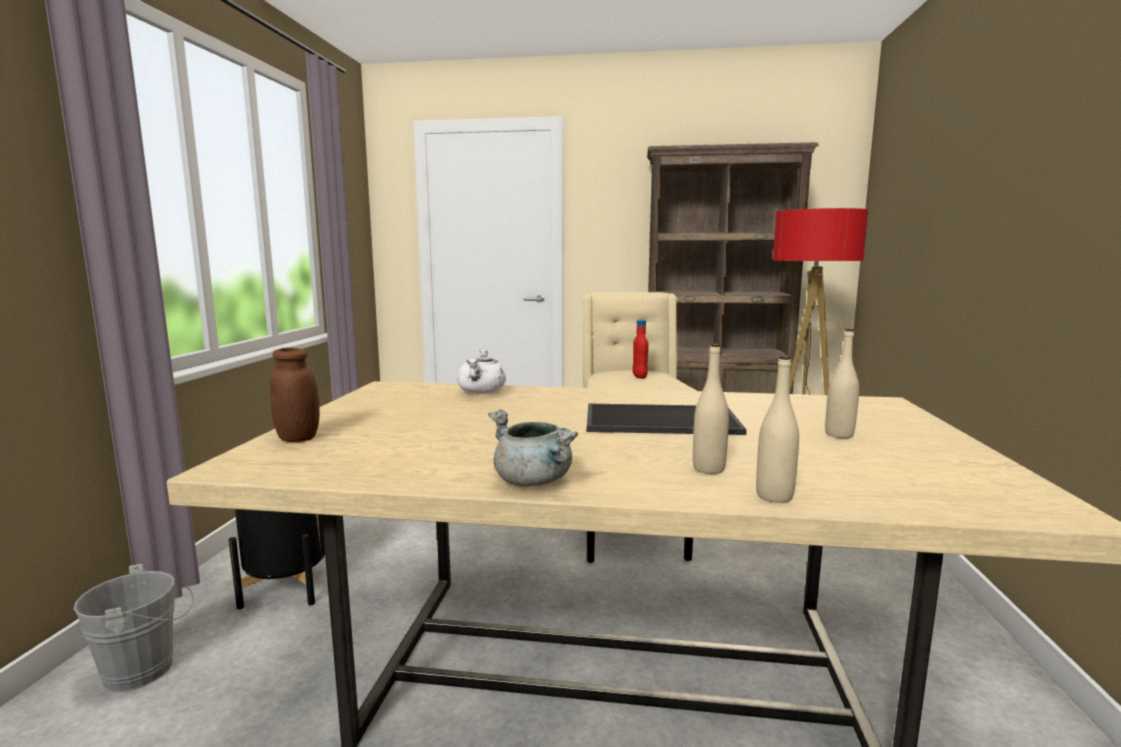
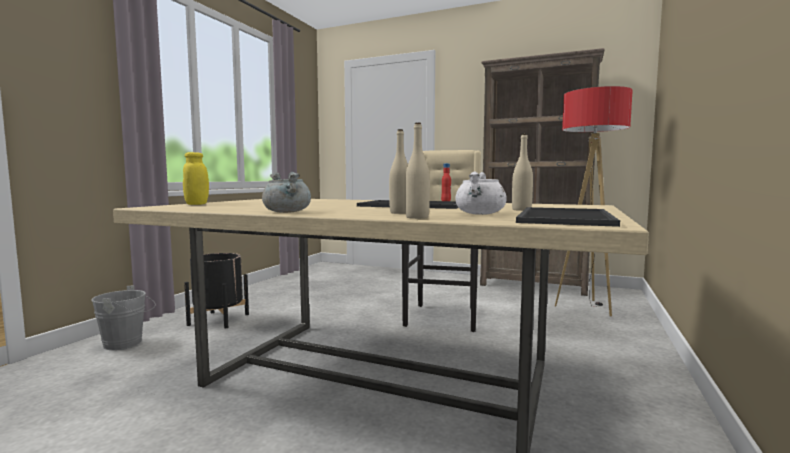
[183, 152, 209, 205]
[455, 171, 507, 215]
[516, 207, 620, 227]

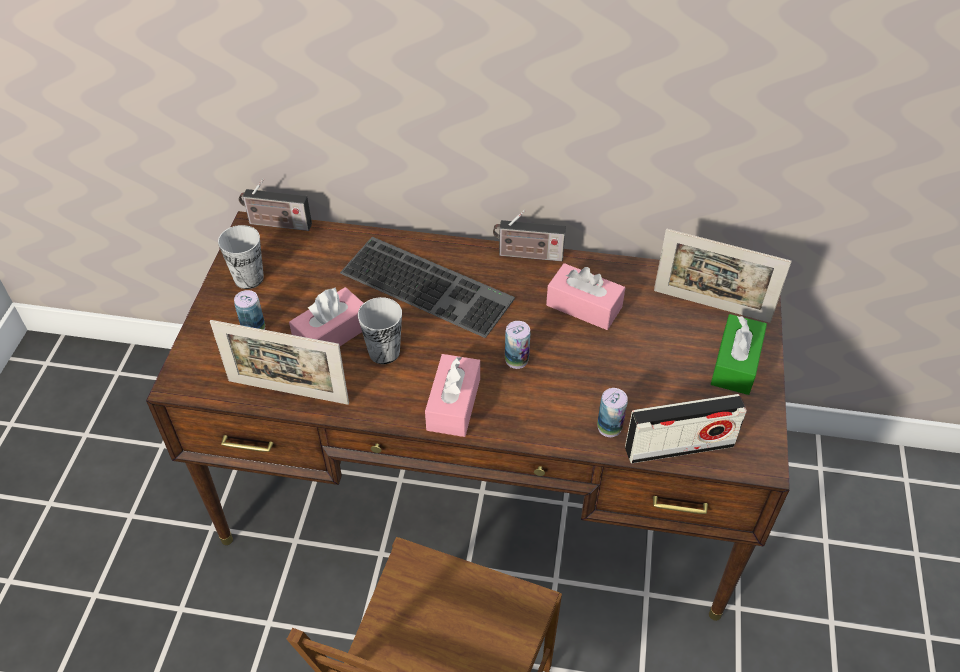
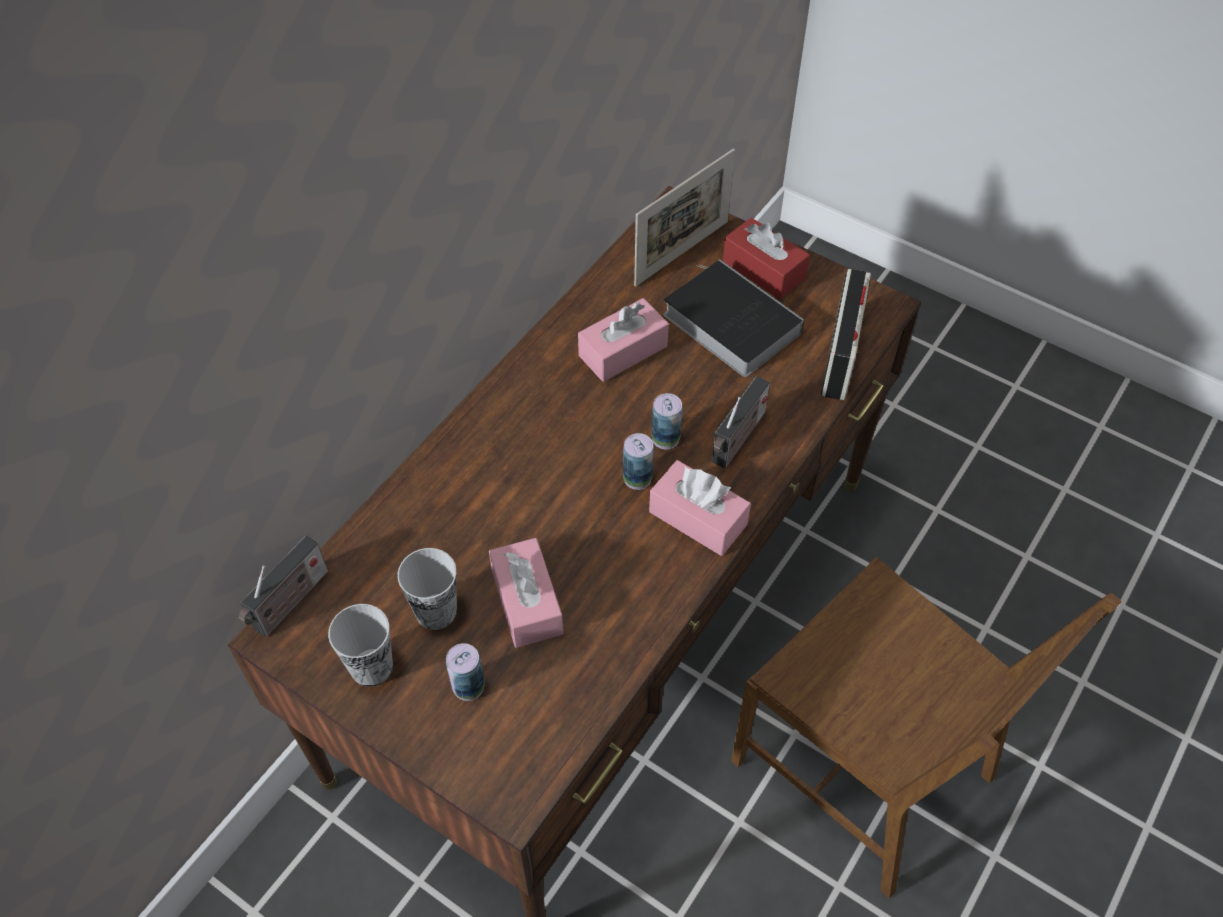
[210, 320, 349, 405] (first image)
[340, 237, 515, 338] (first image)
[397, 548, 457, 630]
[712, 376, 770, 469]
[623, 433, 654, 490]
[723, 217, 810, 299]
[663, 259, 804, 377]

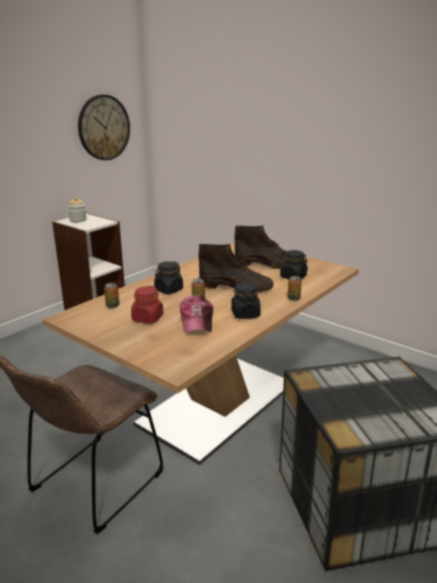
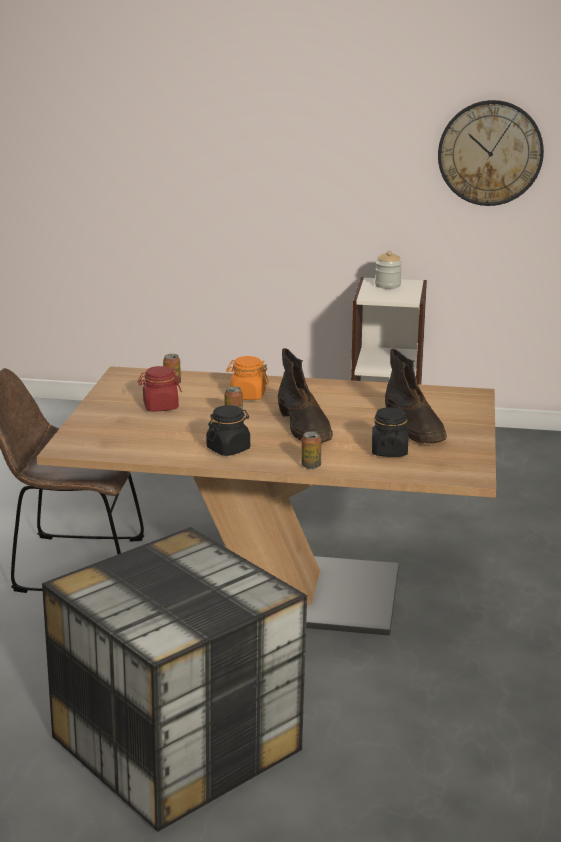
[226, 356, 269, 400]
[180, 295, 213, 333] (first image)

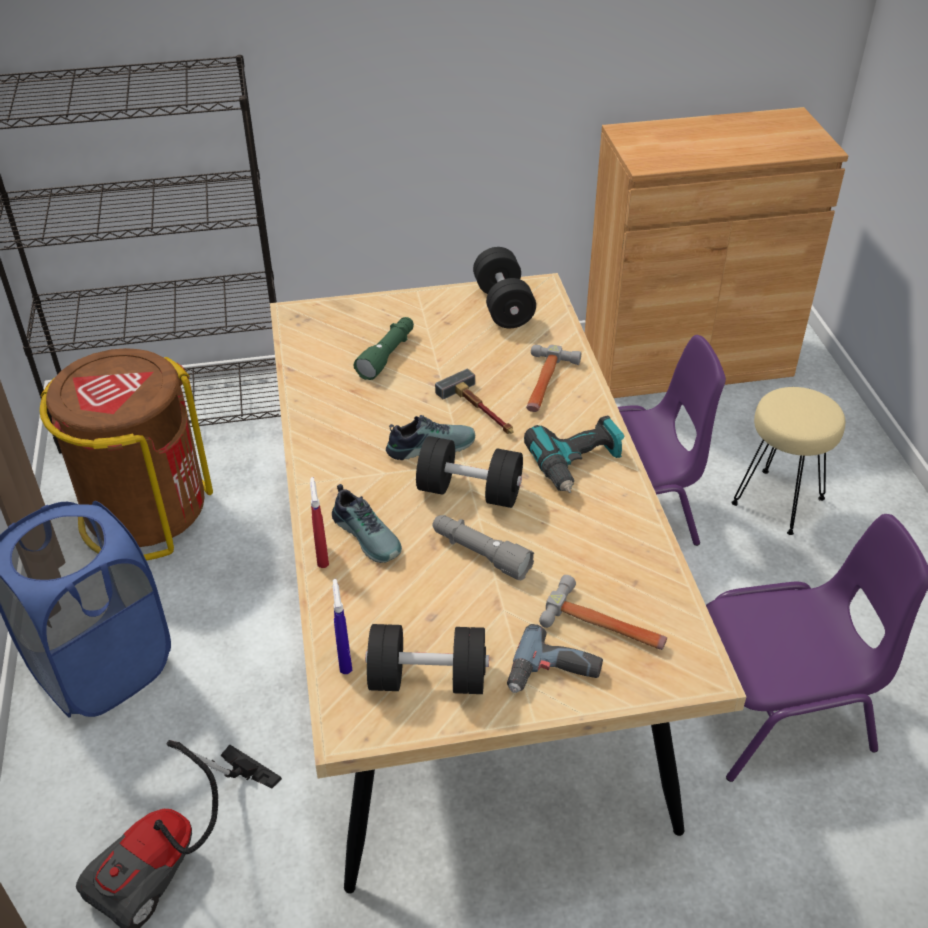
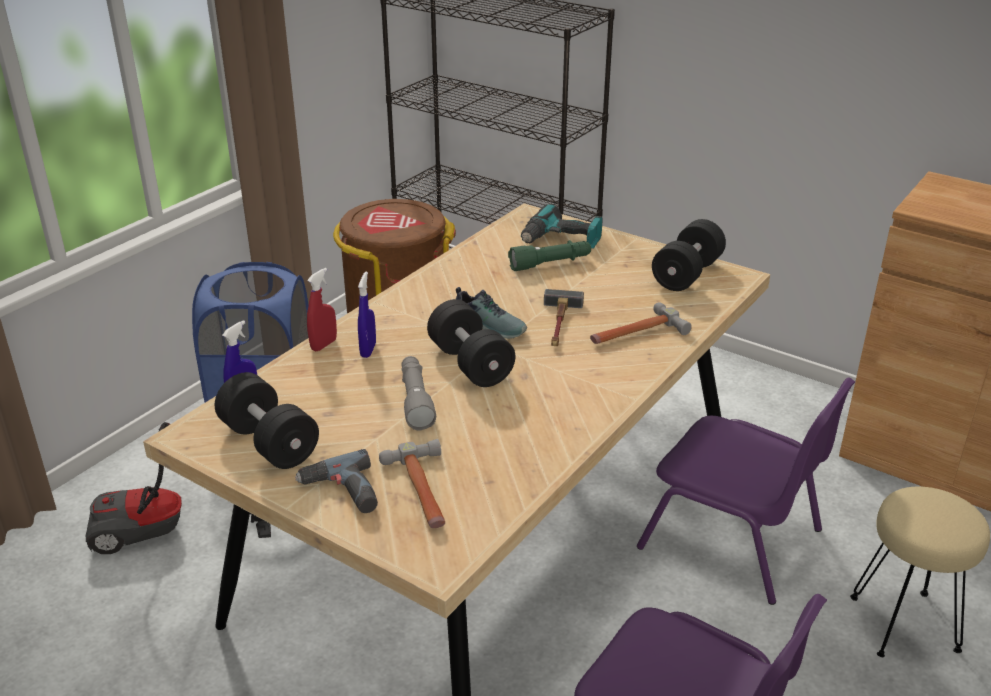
[358, 272, 376, 358]
[521, 204, 603, 249]

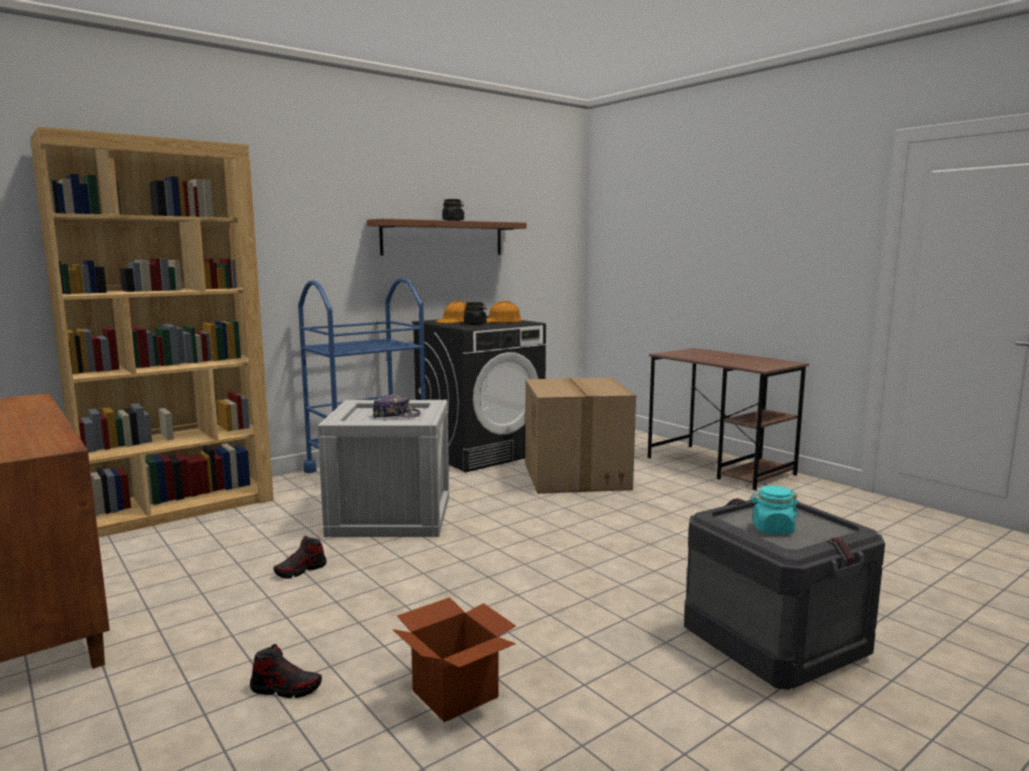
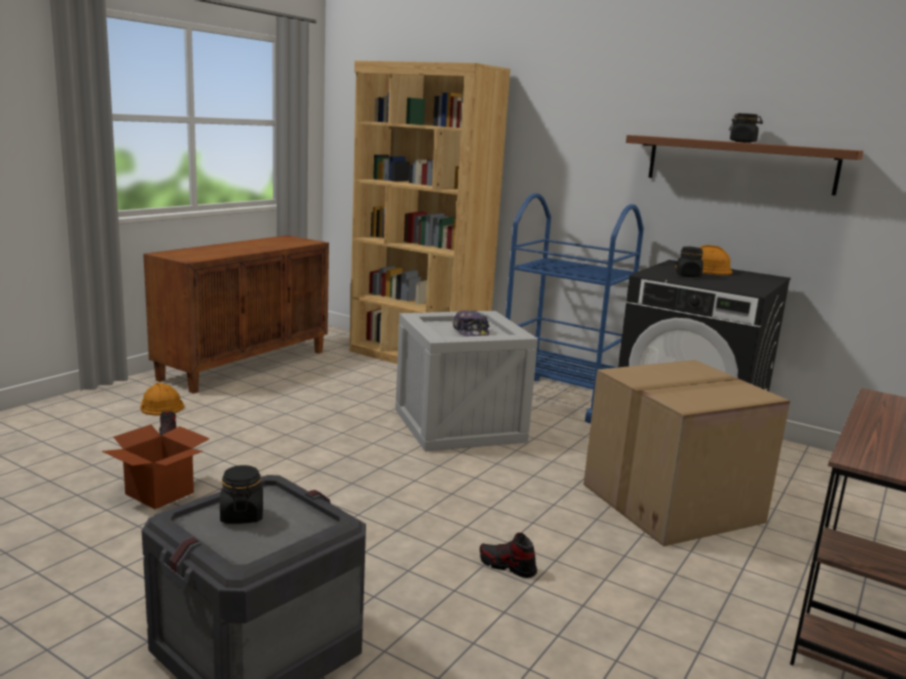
[480, 533, 537, 578]
[140, 382, 184, 416]
[220, 465, 263, 524]

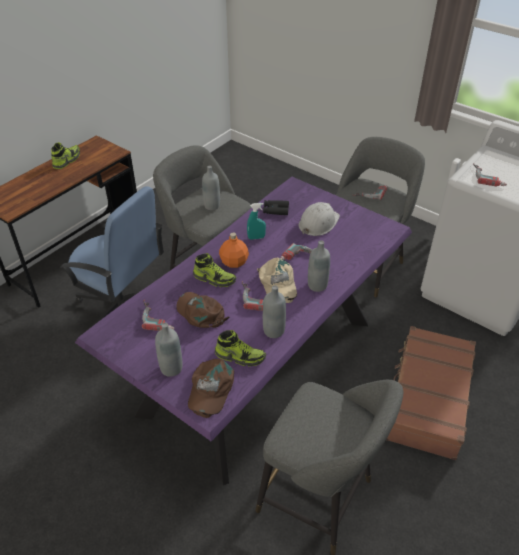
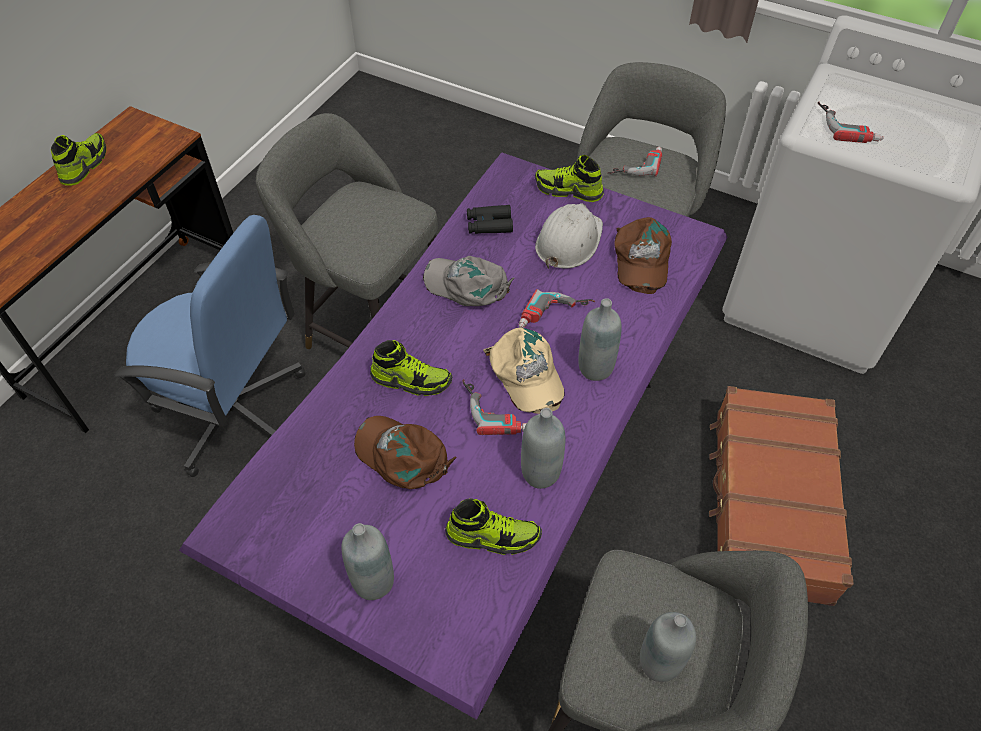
[142, 300, 175, 331] (first image)
[614, 217, 672, 294]
[640, 612, 696, 682]
[219, 233, 249, 268] (first image)
[423, 256, 514, 306]
[535, 155, 604, 202]

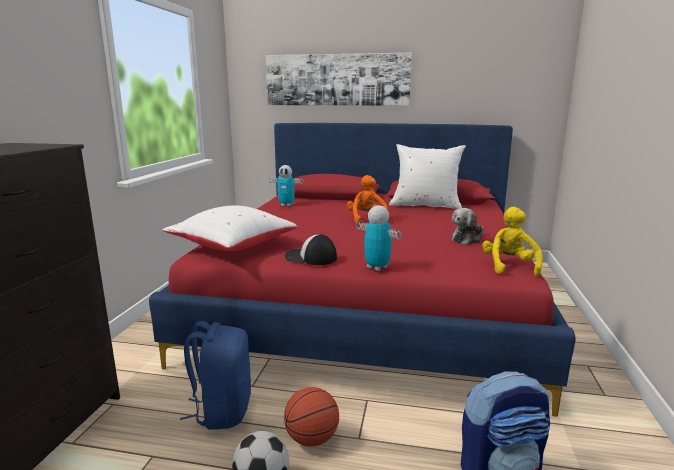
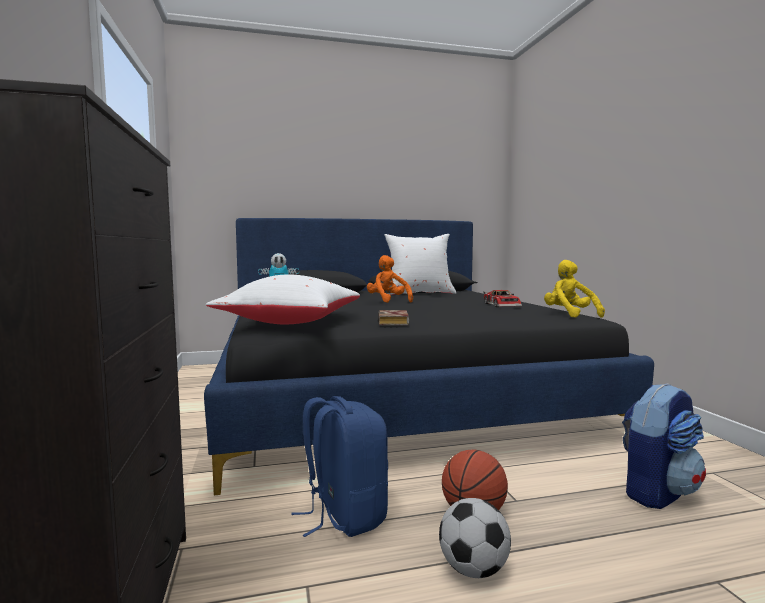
[204, 218, 654, 495]
[265, 53, 412, 106] (first image)
[378, 310, 409, 325]
[356, 205, 402, 271] (first image)
[483, 290, 522, 307]

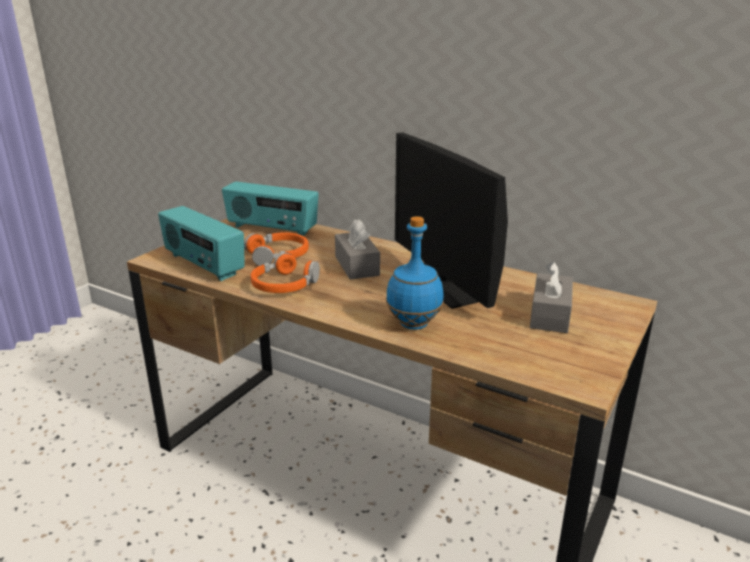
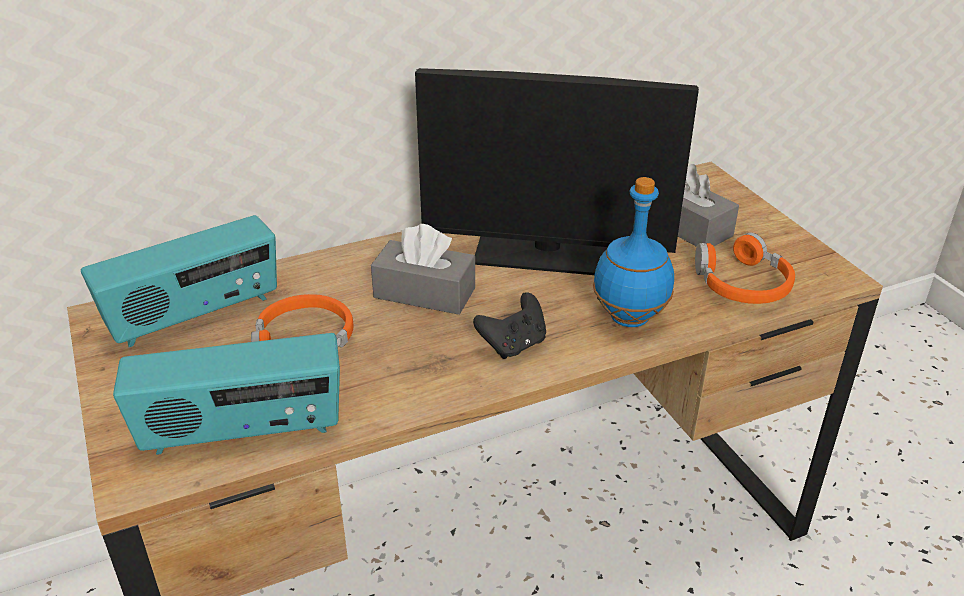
[695, 233, 795, 304]
[473, 292, 546, 359]

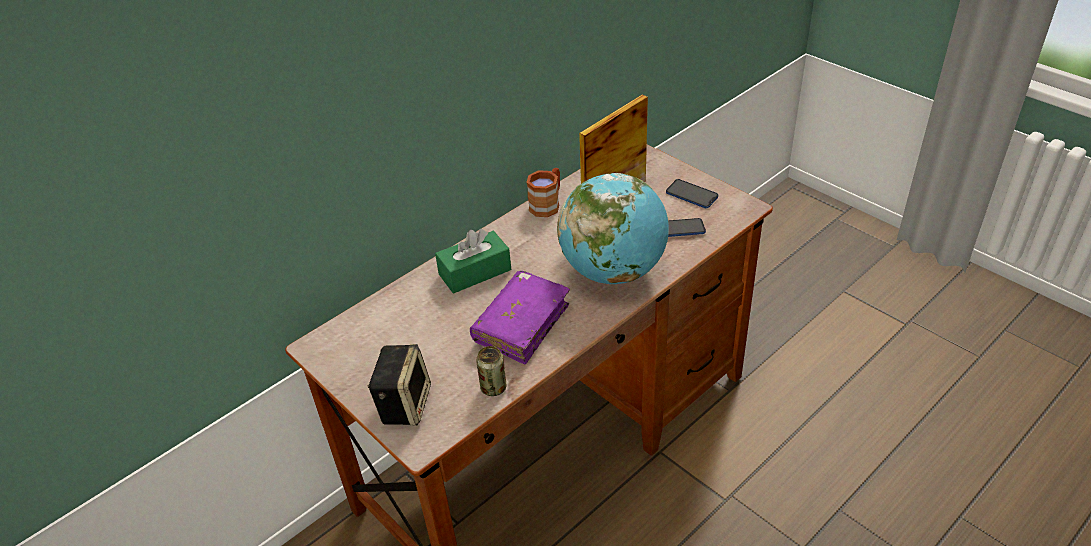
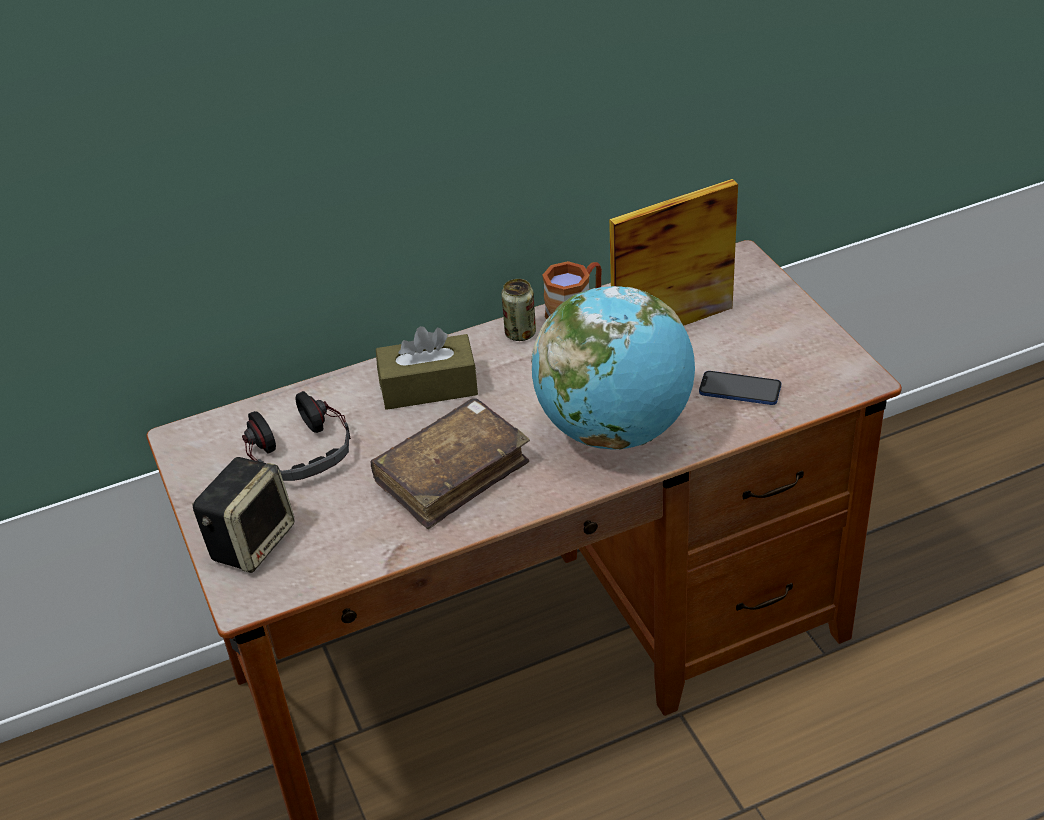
[376, 326, 478, 410]
[371, 398, 530, 529]
[501, 279, 536, 341]
[666, 179, 718, 208] (first image)
[242, 391, 351, 481]

